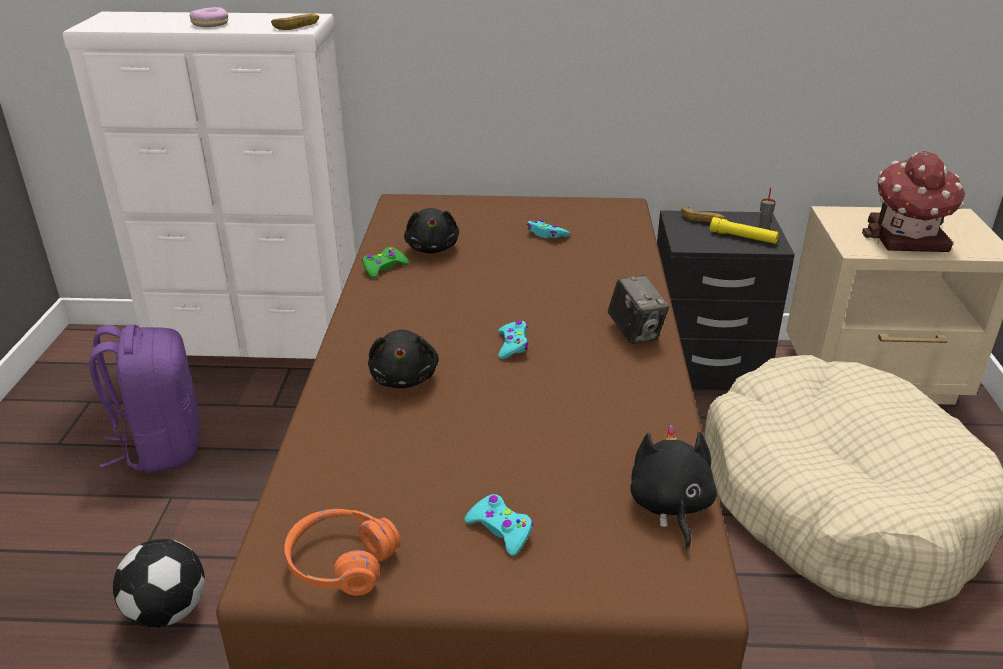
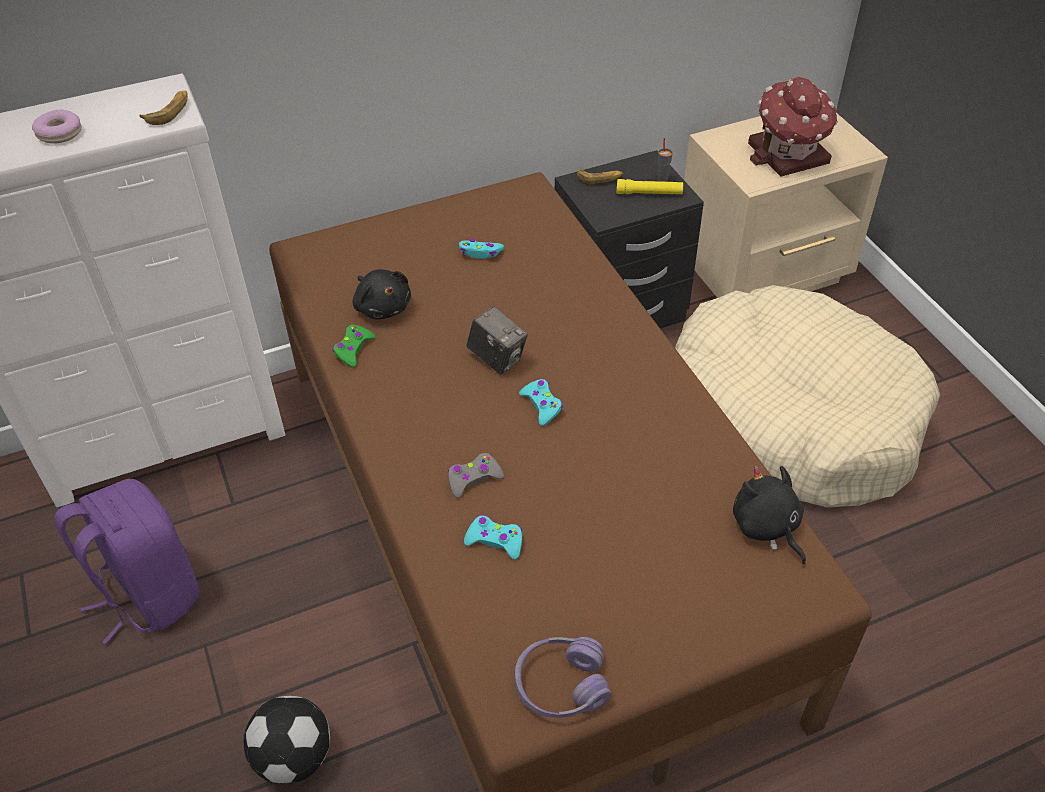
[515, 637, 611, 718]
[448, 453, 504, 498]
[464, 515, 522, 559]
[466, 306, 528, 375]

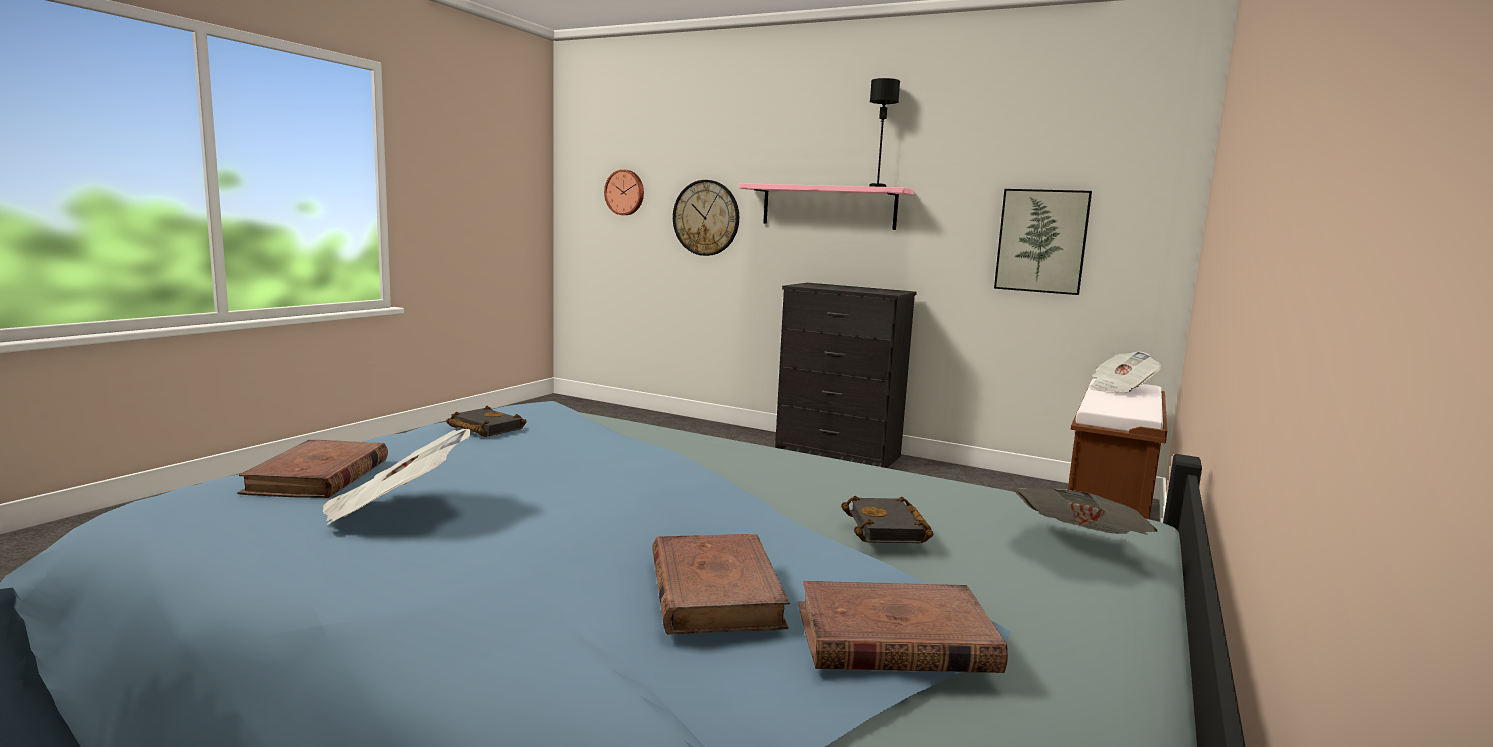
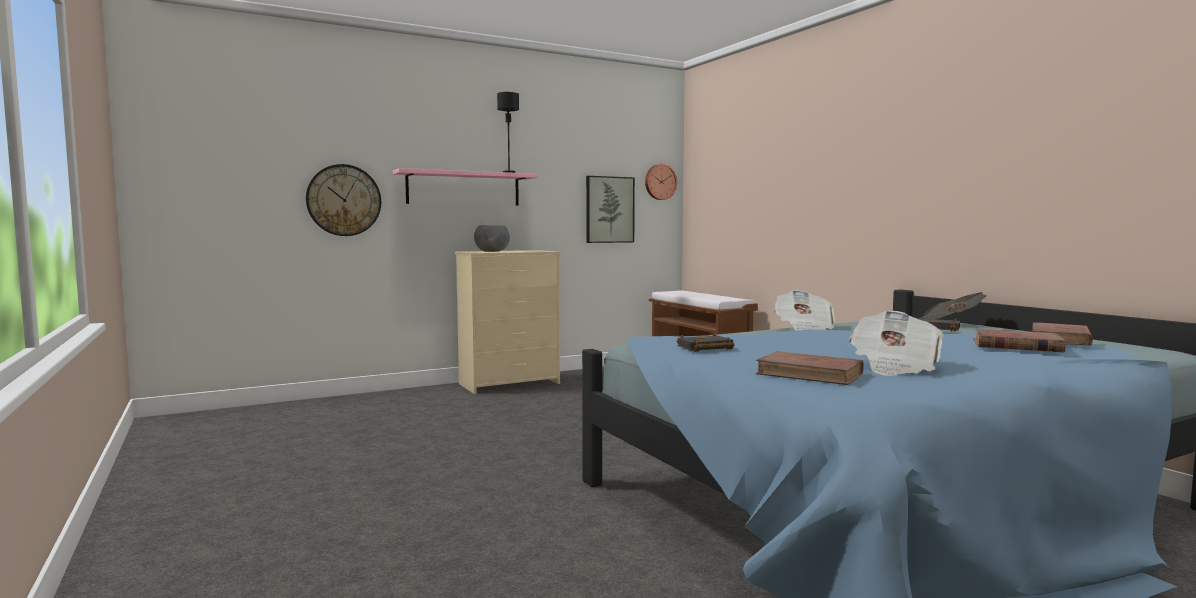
[645, 164, 677, 200]
[455, 250, 561, 394]
[774, 290, 835, 330]
[474, 225, 510, 252]

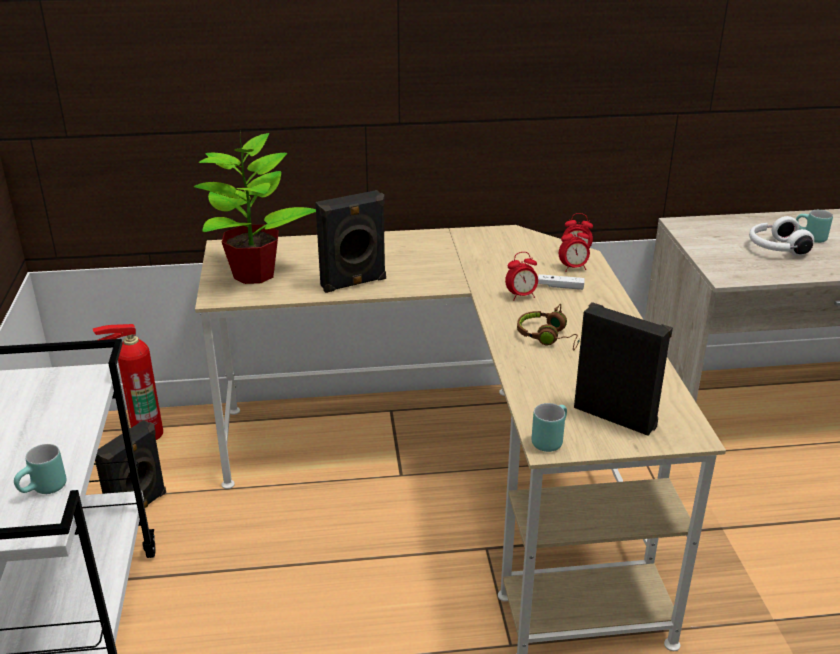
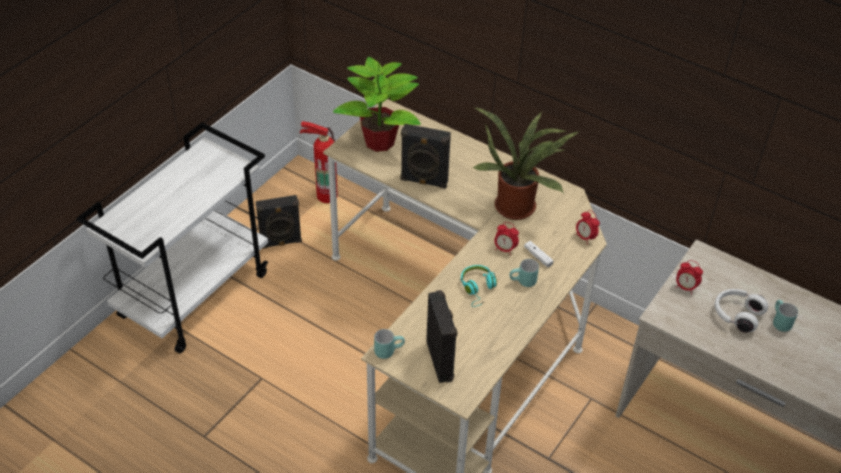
[509, 259, 539, 287]
[461, 265, 497, 307]
[675, 260, 703, 294]
[473, 107, 578, 220]

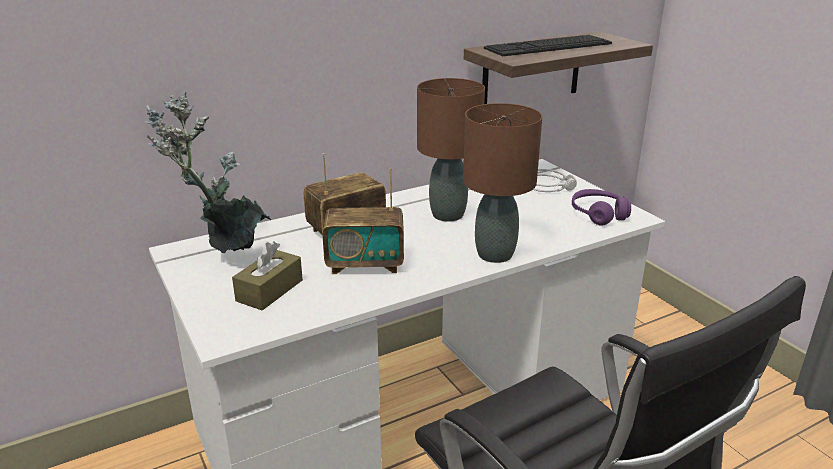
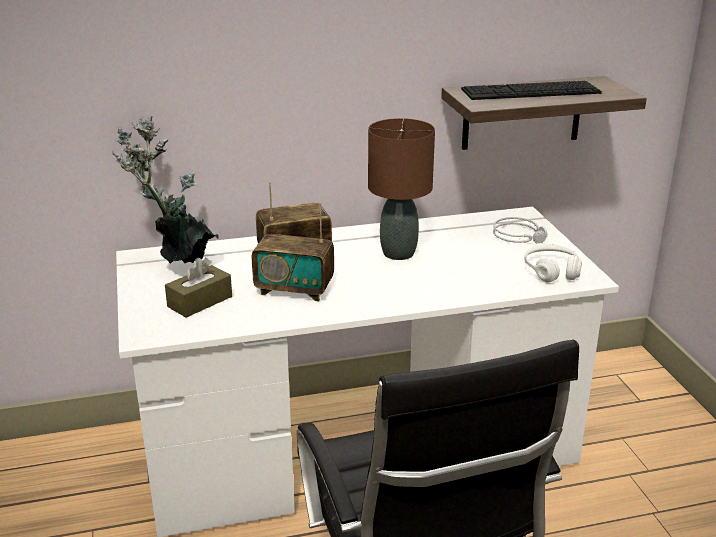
[463, 103, 542, 263] (first image)
[525, 244, 582, 282]

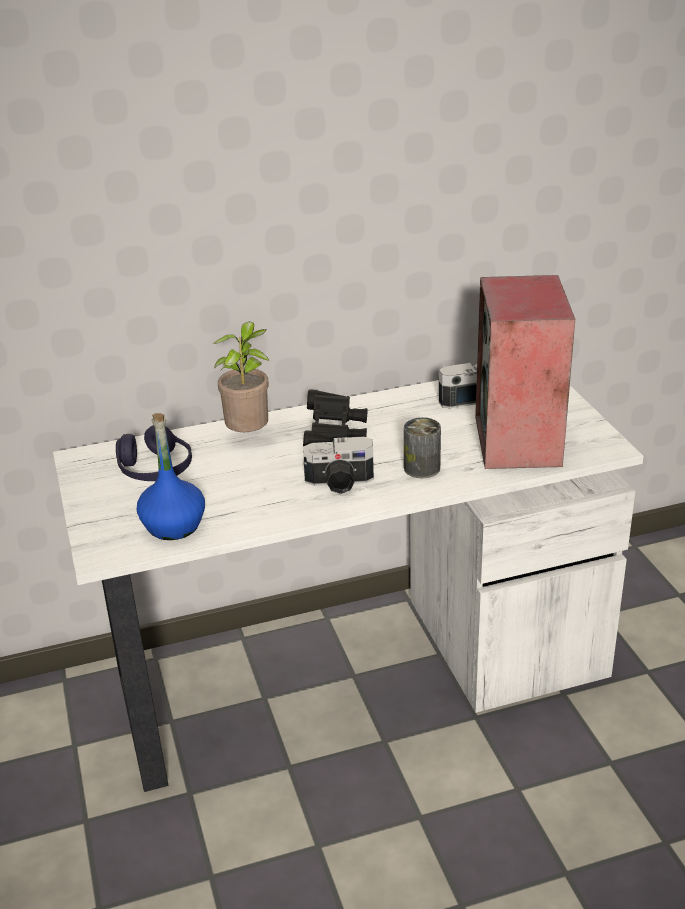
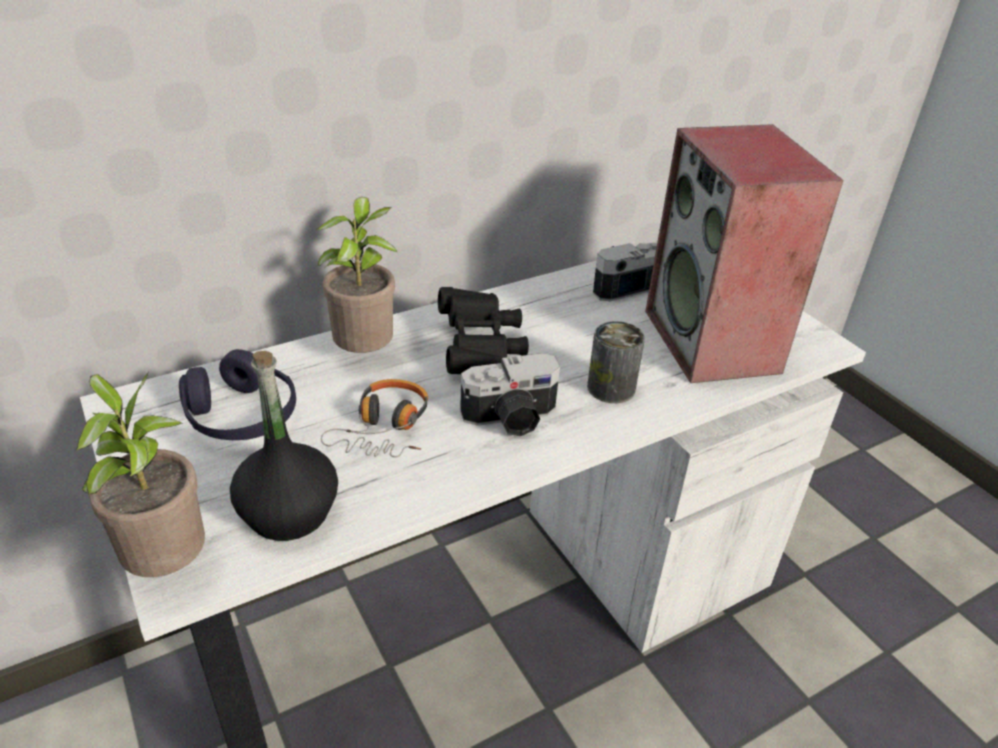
[230, 351, 338, 541]
[75, 373, 205, 577]
[321, 379, 428, 457]

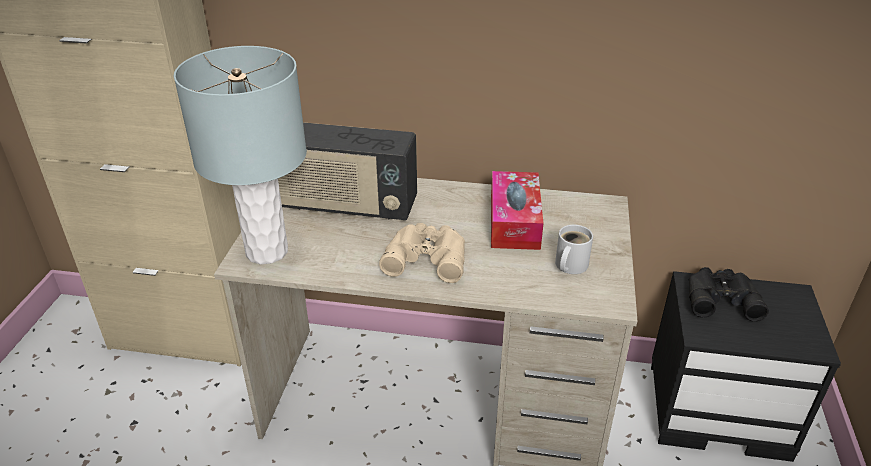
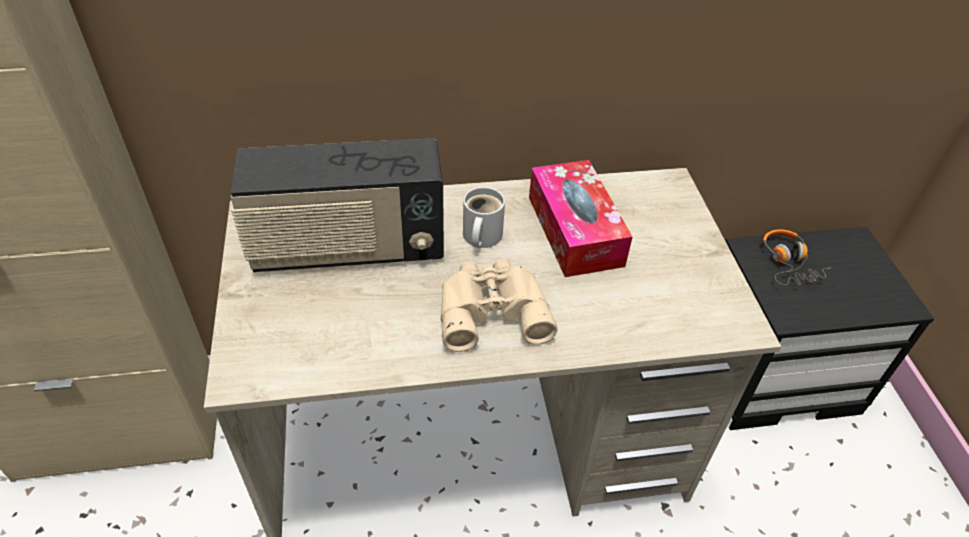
[174, 46, 307, 264] (first image)
[463, 187, 505, 248]
[762, 229, 830, 285]

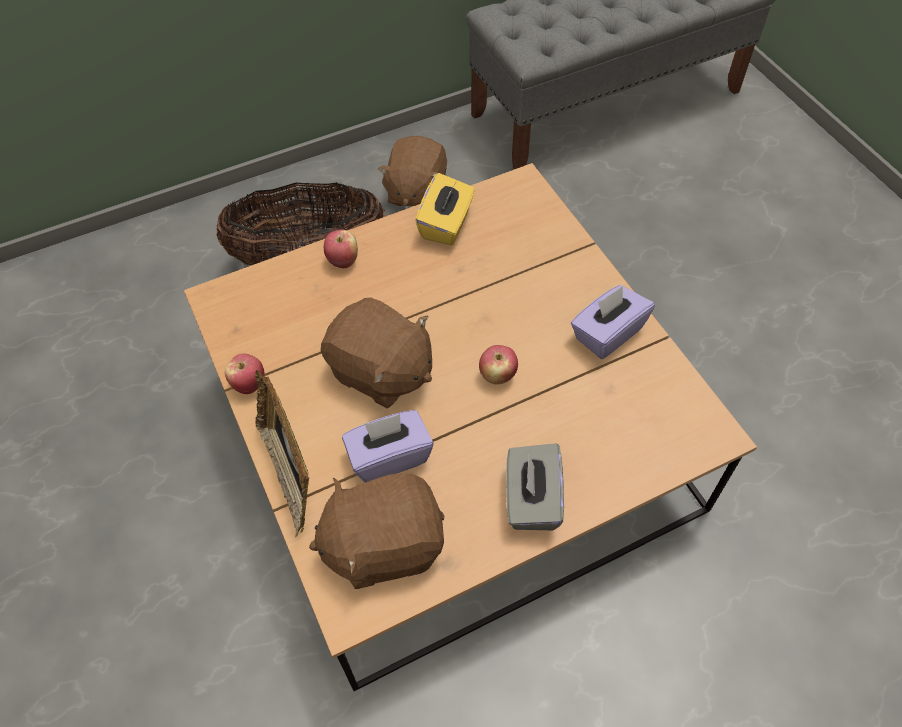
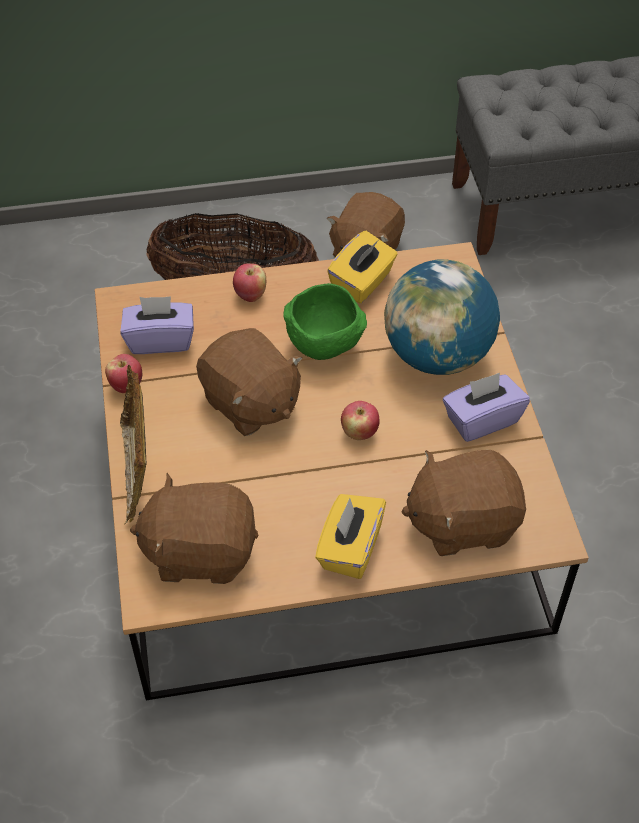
[120, 296, 194, 354]
[315, 494, 386, 579]
[283, 283, 367, 360]
[384, 260, 500, 375]
[401, 450, 526, 556]

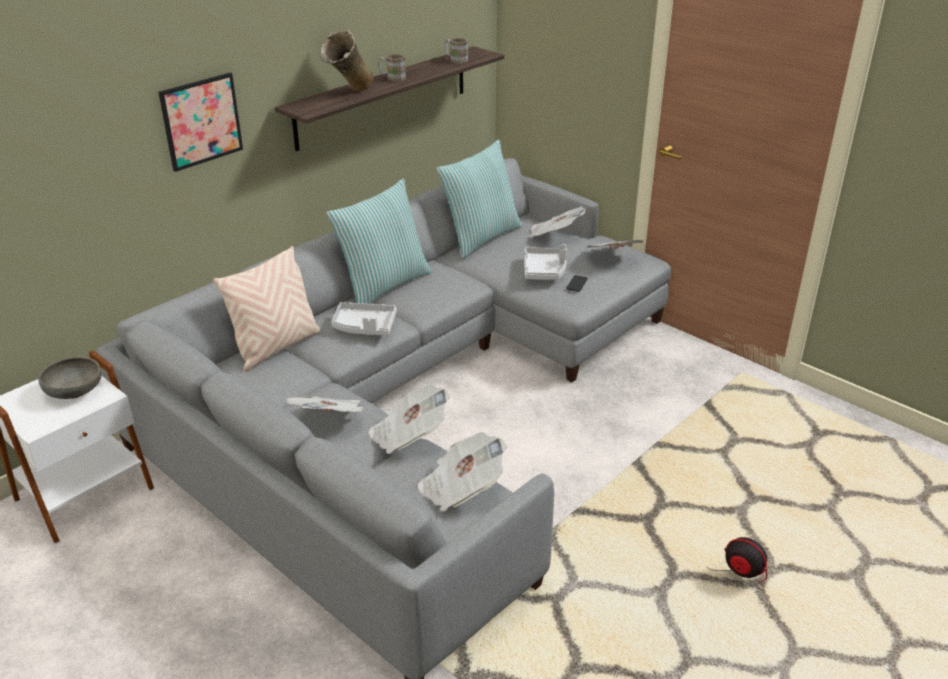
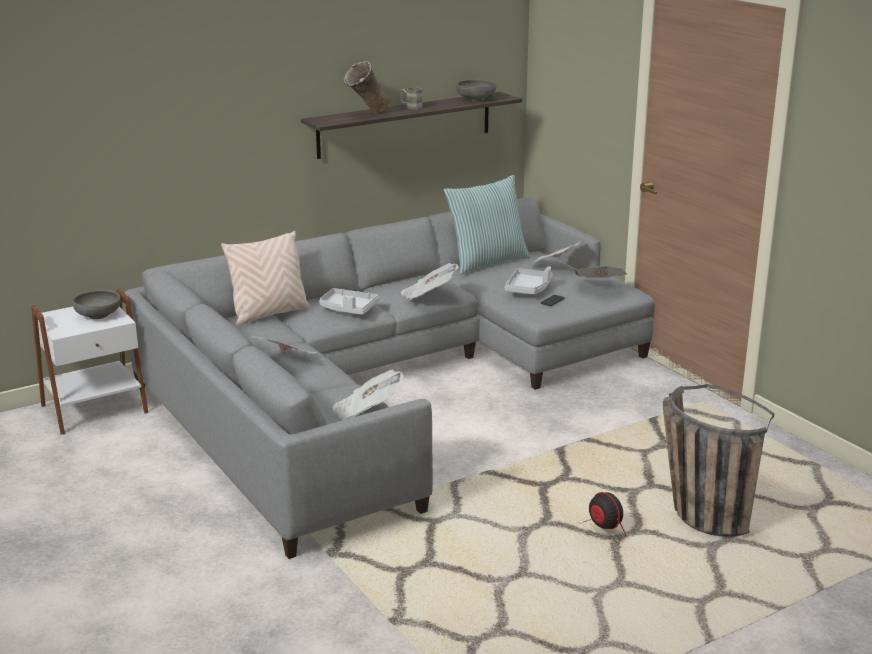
[158, 73, 243, 172] (first image)
[327, 179, 432, 304] (first image)
[401, 263, 459, 301]
[456, 79, 496, 101]
[663, 384, 774, 537]

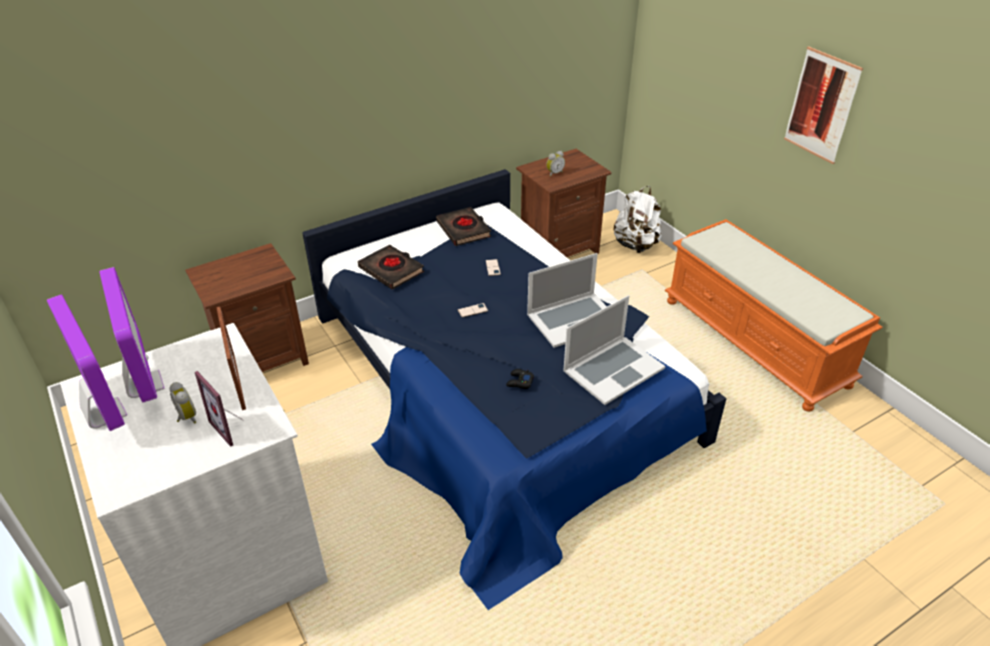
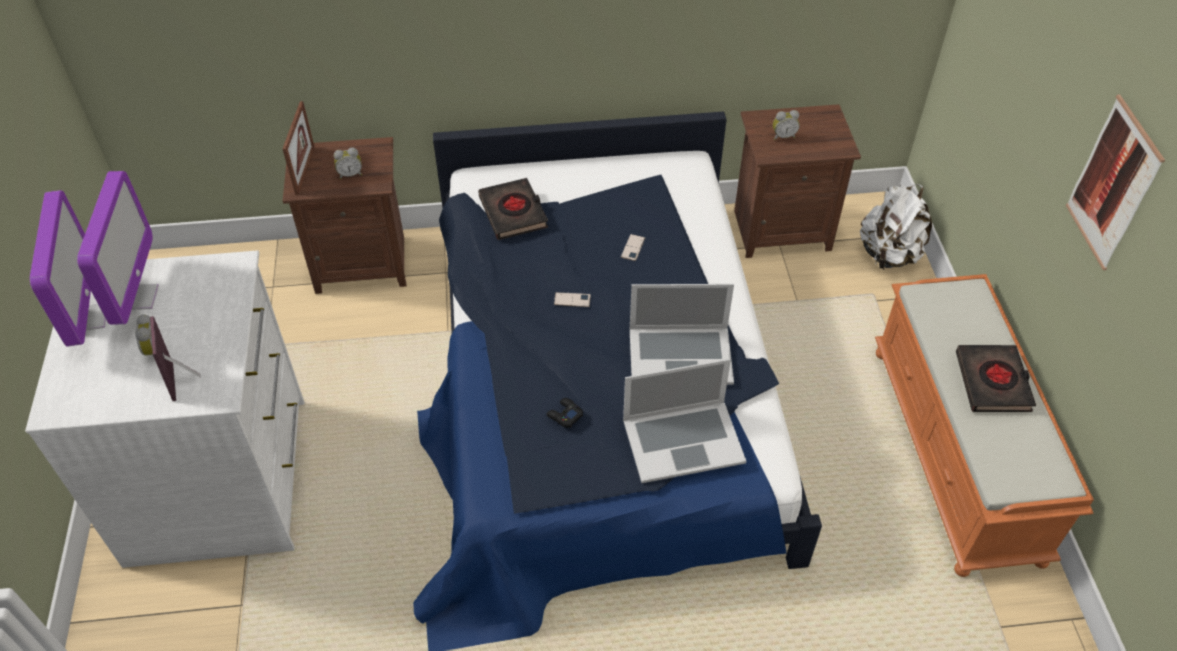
[283, 101, 315, 195]
[956, 345, 1036, 412]
[334, 148, 362, 179]

